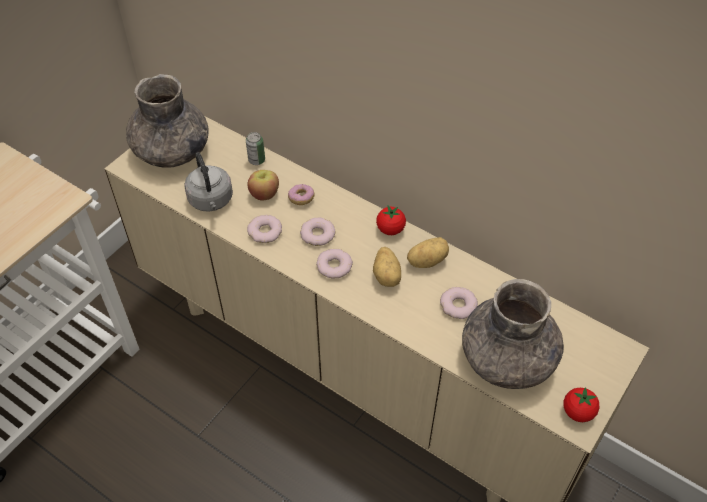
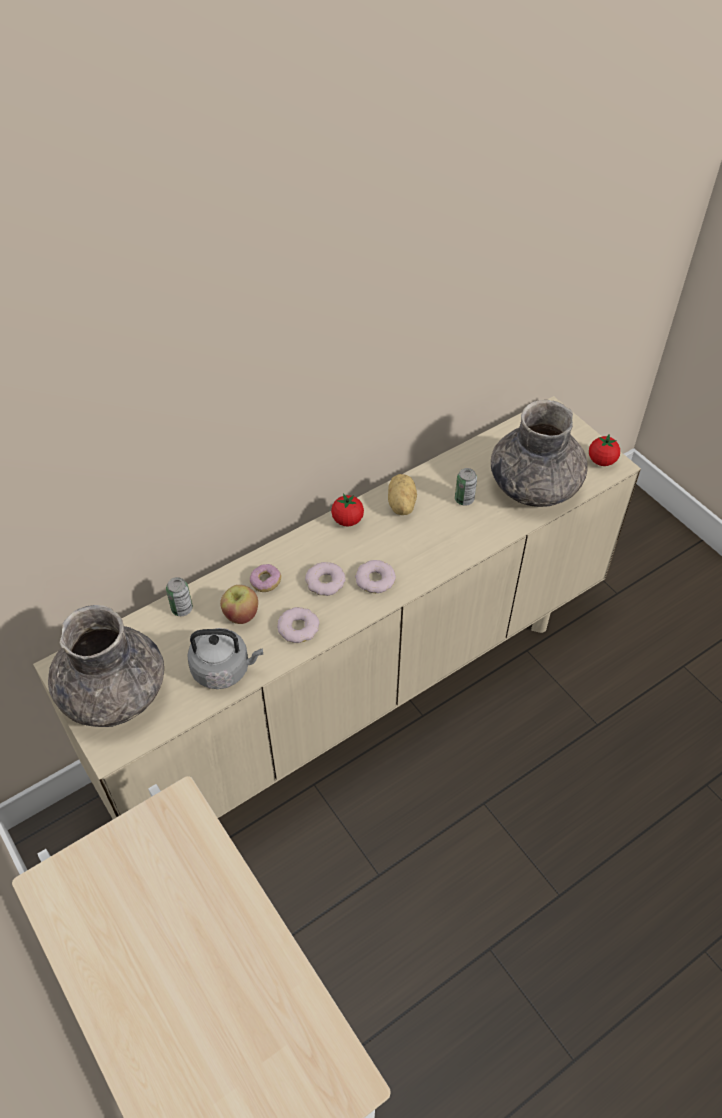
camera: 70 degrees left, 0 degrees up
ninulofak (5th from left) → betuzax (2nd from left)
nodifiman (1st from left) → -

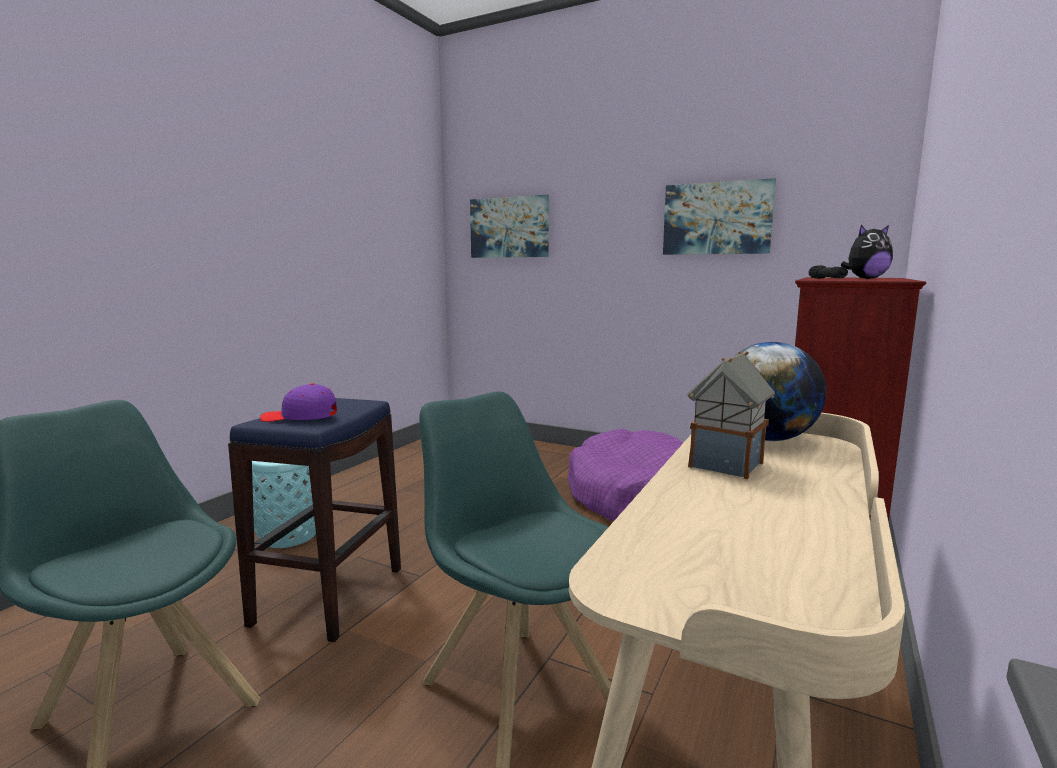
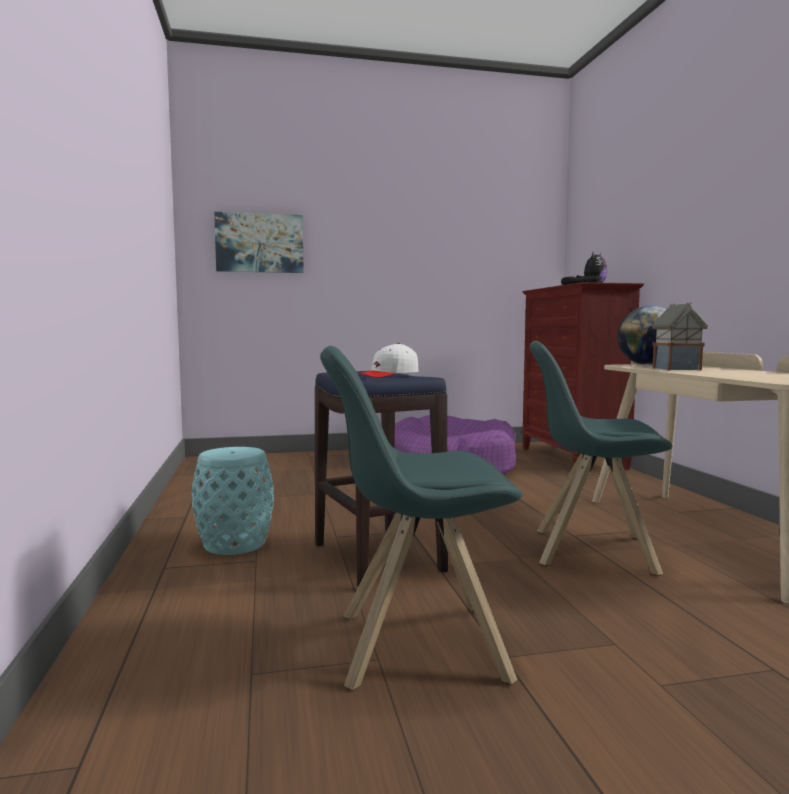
camera: 40 degrees left, 5 degrees down
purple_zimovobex → white_zimovobex
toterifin (2nd from left) → -

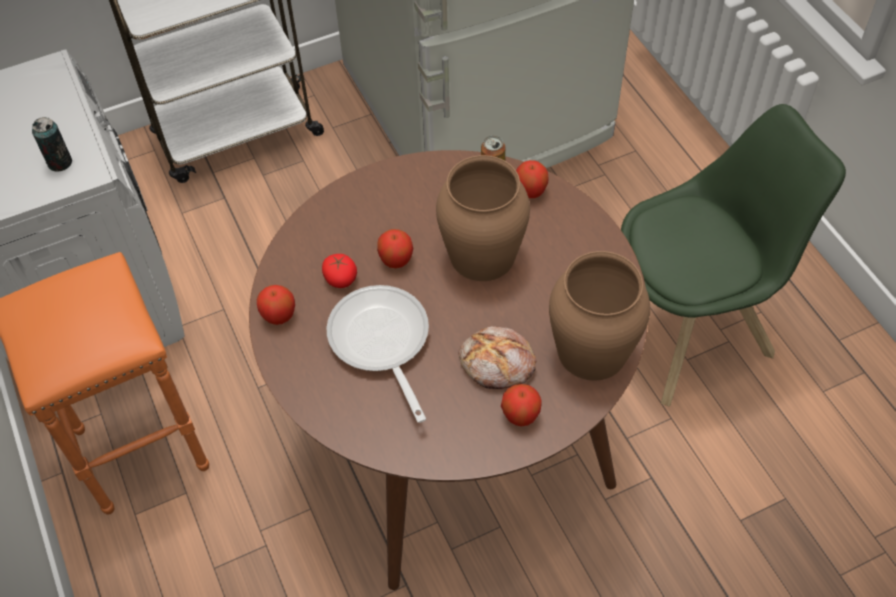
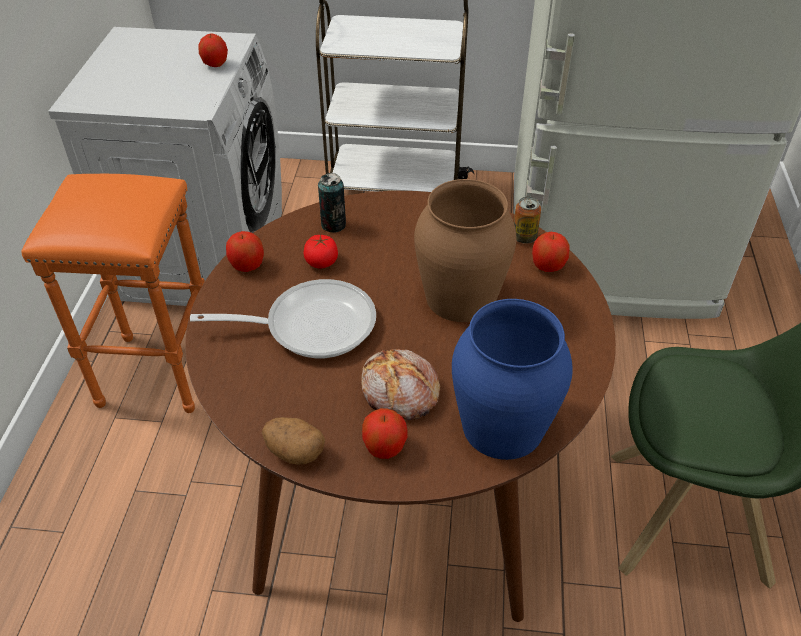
camera: 30 degrees right, 10 degrees down
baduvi, 75 degrees clockwise
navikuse (2nd from left in the first image) → navikuse (1st from left), move
- → nodifiman
betuzax (1st from left), move
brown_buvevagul (2nd from left) → blue_buvevagul

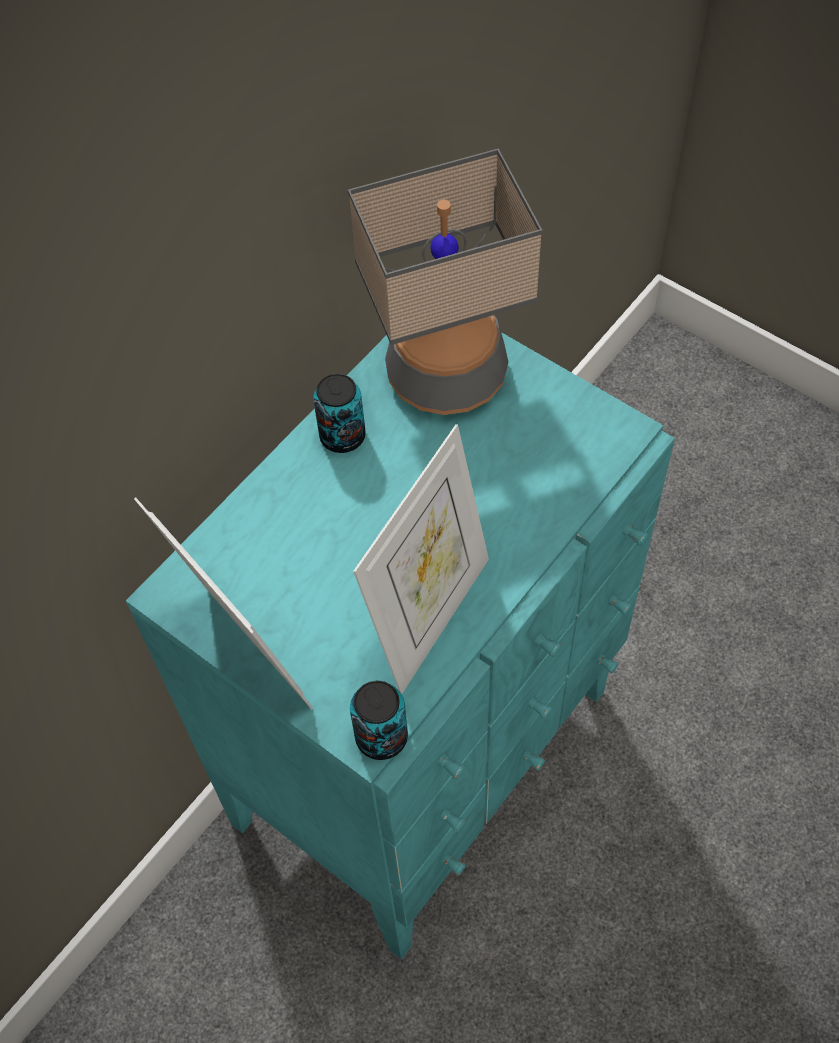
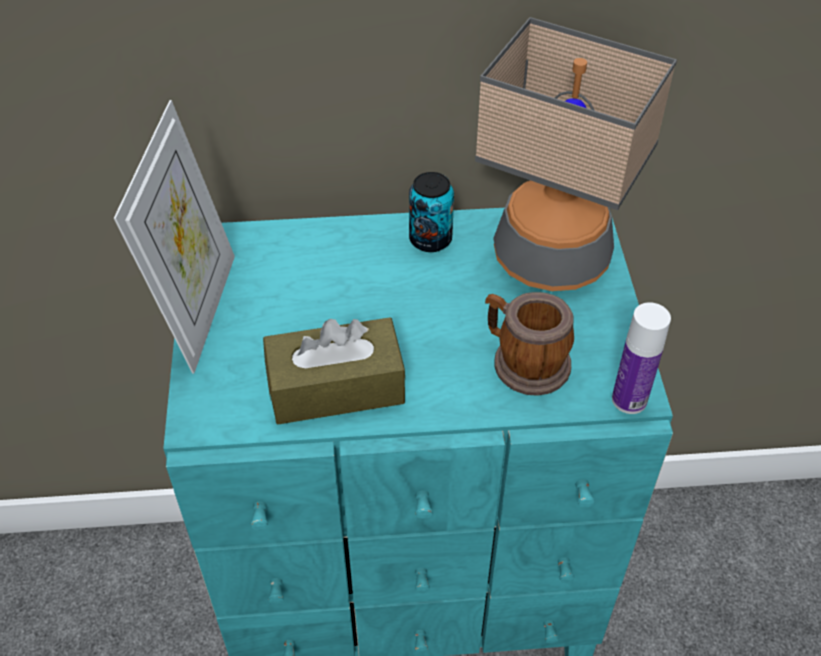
camera: 45 degrees right, 10 degrees down
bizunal (2nd from left) → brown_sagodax
- → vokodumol
- → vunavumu
betuzax (2nd from left) → -

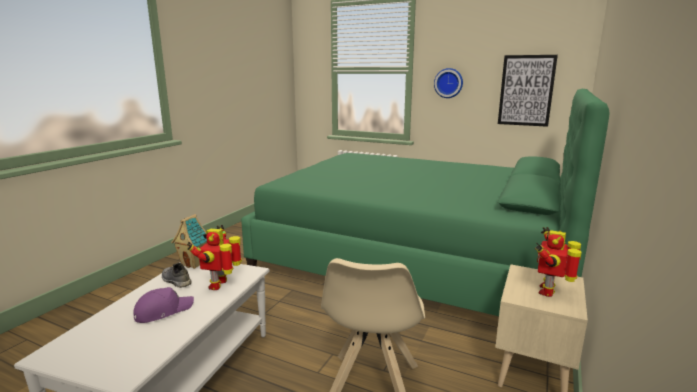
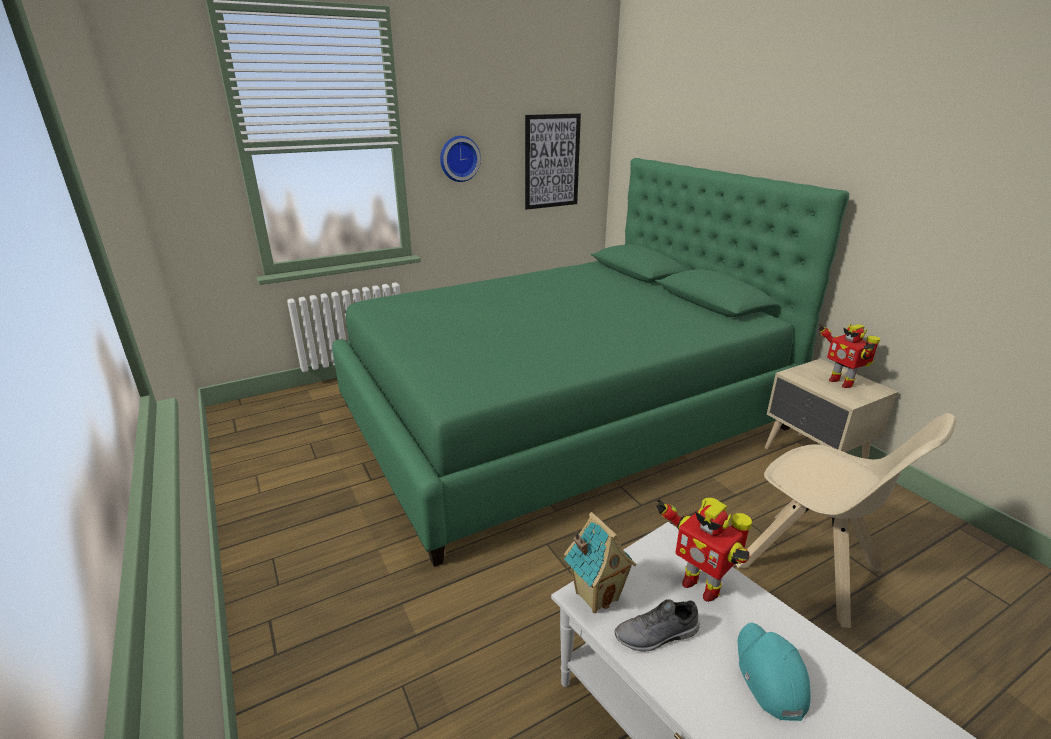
camera: 55 degrees left, 10 degrees up
purple_zimovobex → turquoise_zimovobex

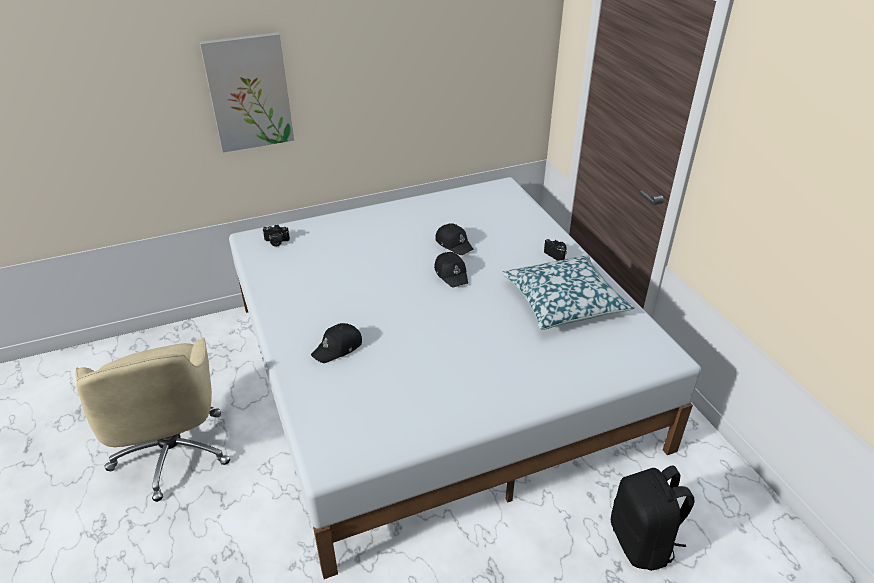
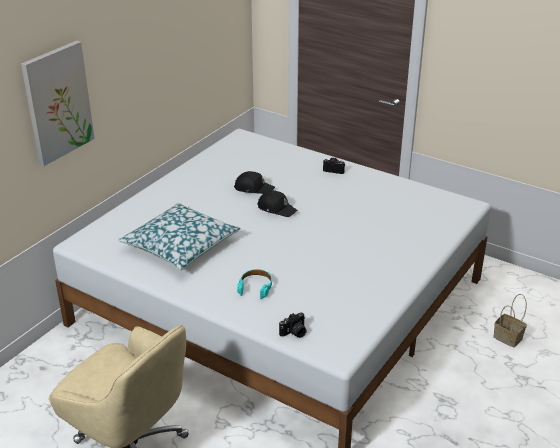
camera: 35 degrees left, 5 degrees down
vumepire, move
black_zimovobex (1st from left) → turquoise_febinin
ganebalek (1st from left), move
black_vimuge → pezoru

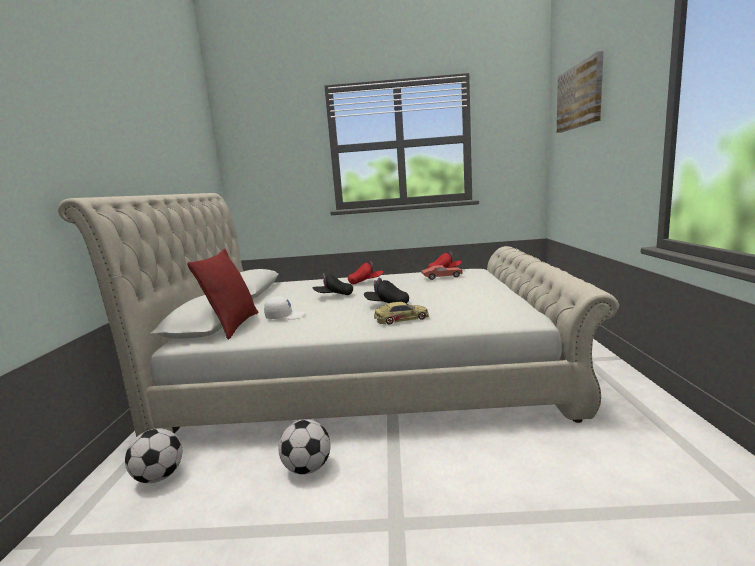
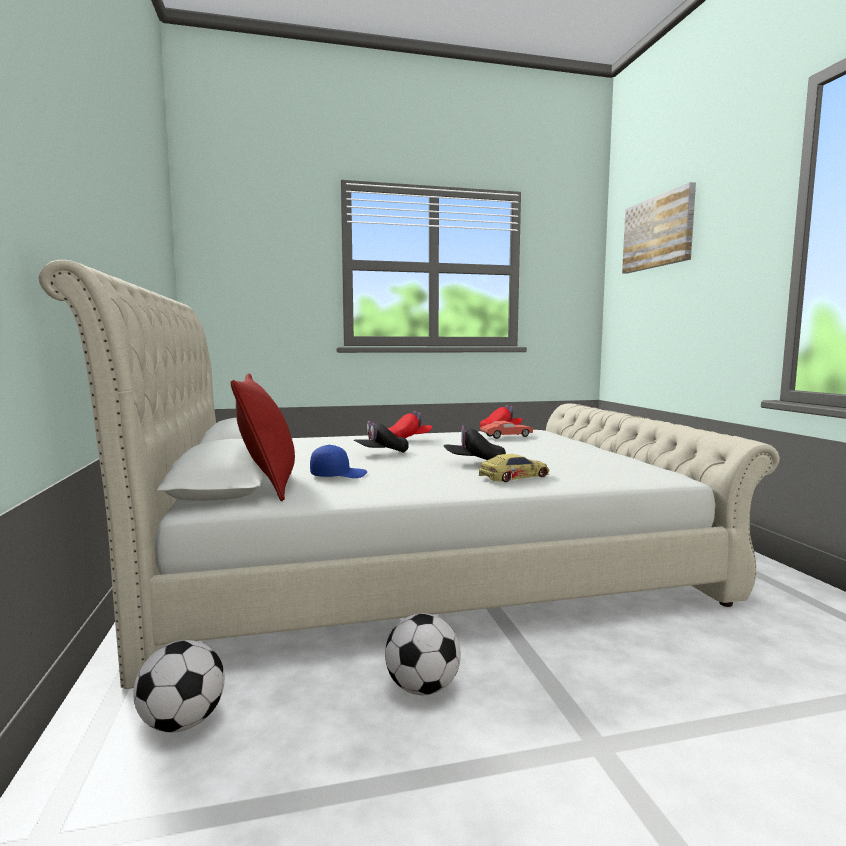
camera: 15 degrees left, 5 degrees down
white_zimovobex → blue_zimovobex

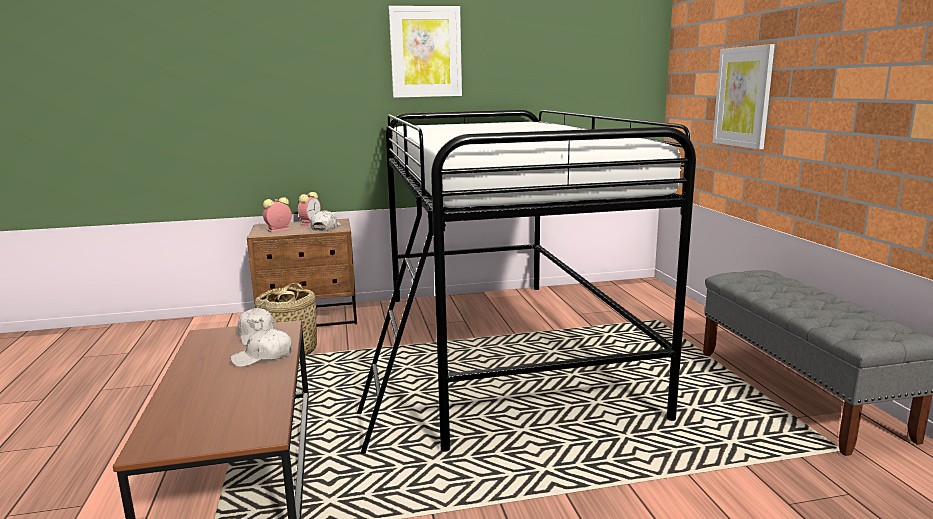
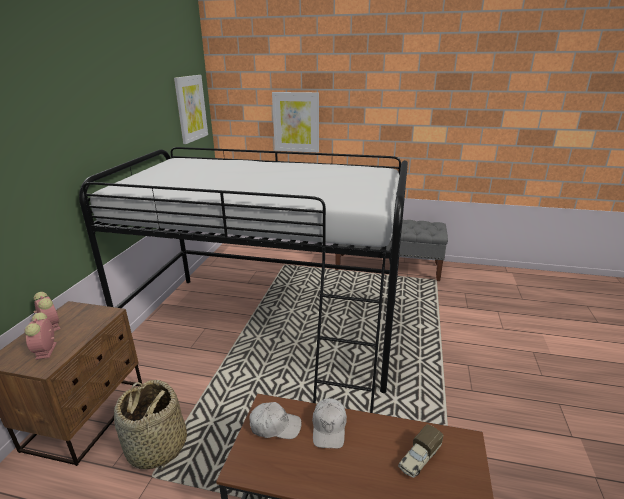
camera: 65 degrees left, 10 degrees up
toterifin (1st from left), move
- → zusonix
white_zimovobex (3rd from left) → -

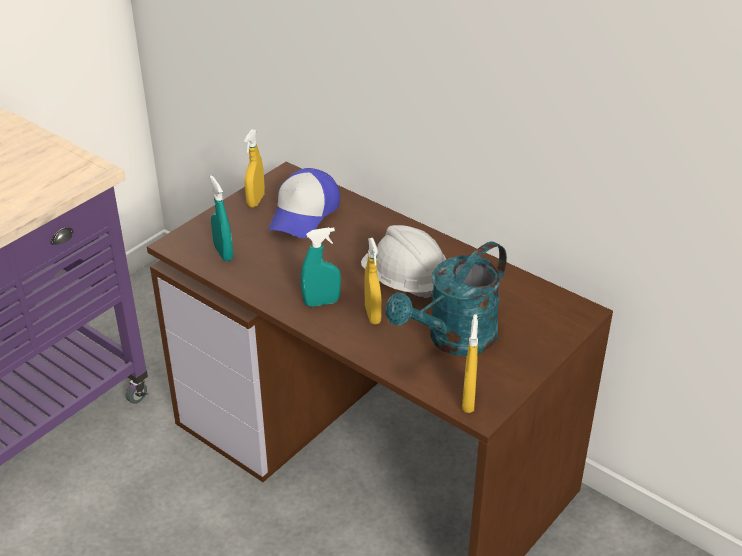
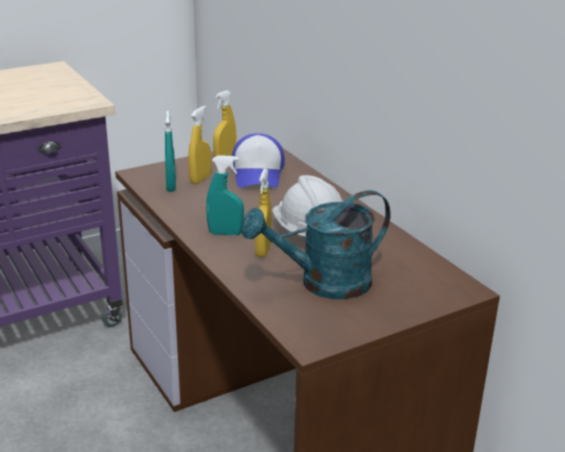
camera: 20 degrees right, 10 degrees down
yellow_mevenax (3rd from left in the first image) → yellow_mevenax (1st from left), move
zimovobex, 45 degrees counterclockwise

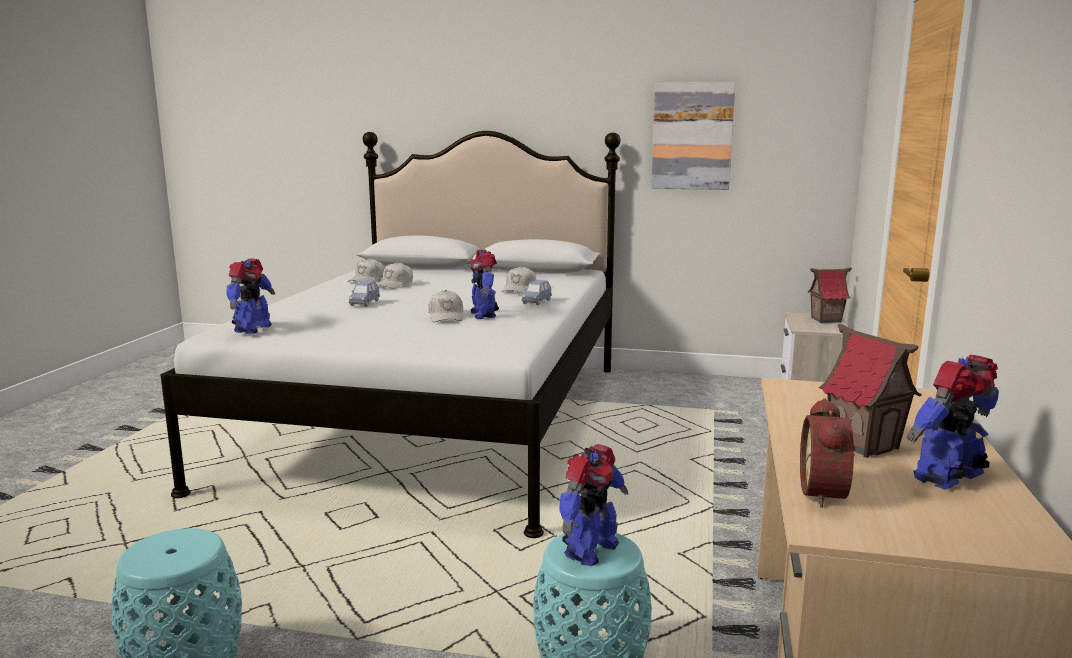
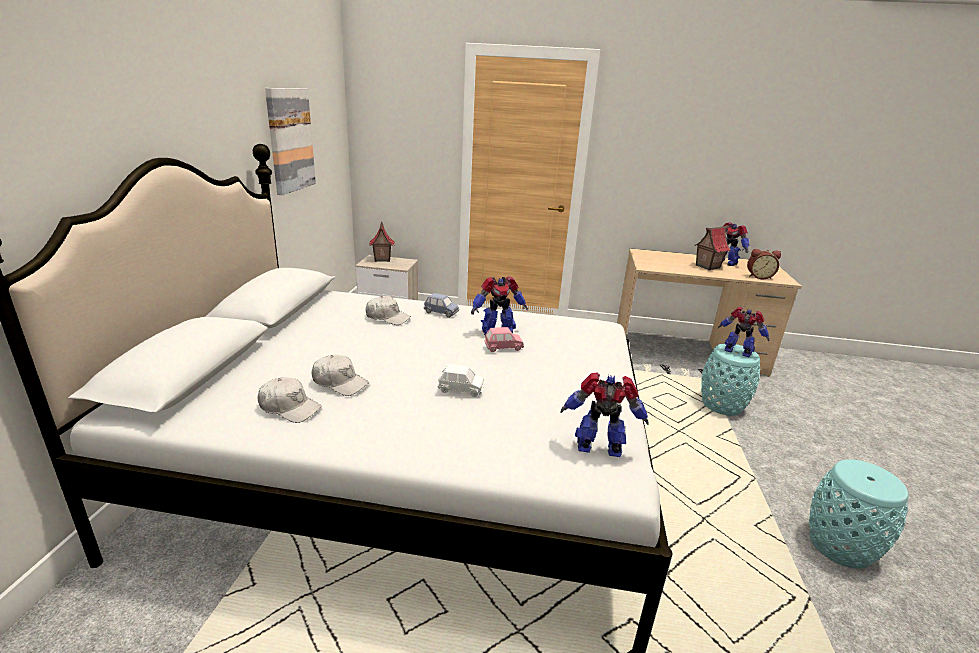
camera: 95 degrees left, 10 degrees up
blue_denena (1st from left) → white_denena
white_zimovobex (3rd from left) → pink_denena

